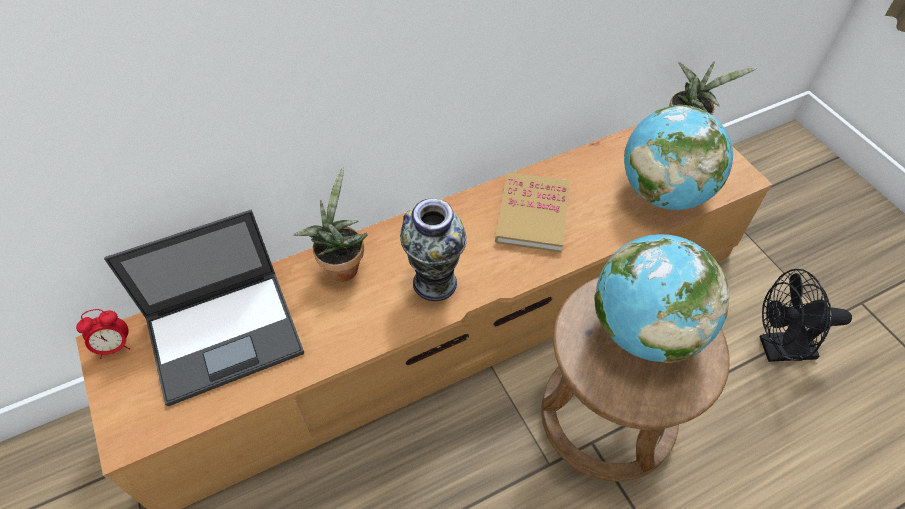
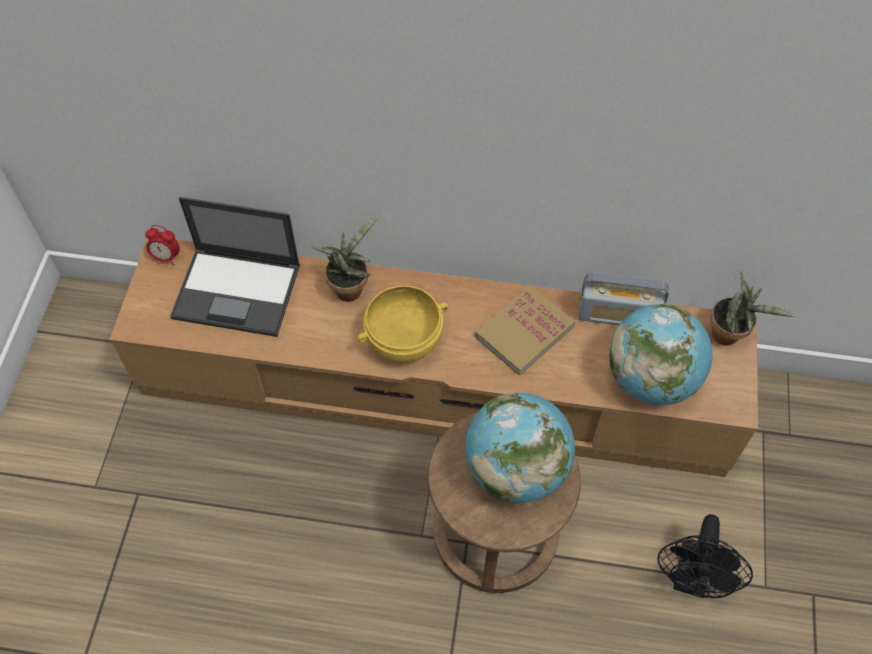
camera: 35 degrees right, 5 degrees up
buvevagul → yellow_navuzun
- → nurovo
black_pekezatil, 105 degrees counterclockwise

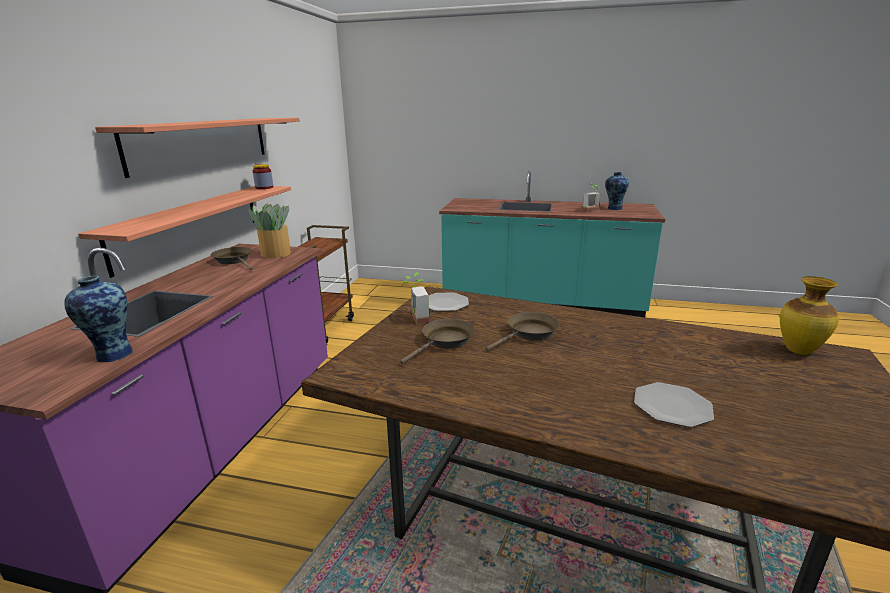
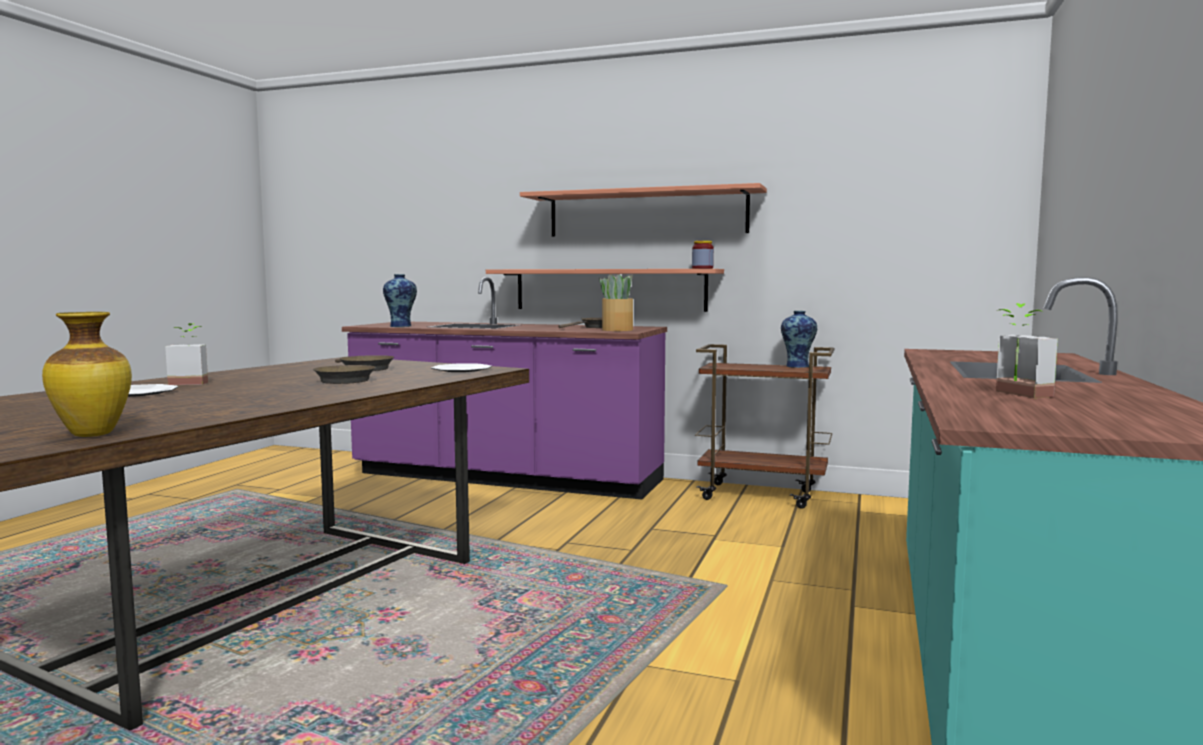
camera: 95 degrees right, 15 degrees down
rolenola (2nd from left in the first image) → rolenola (1st from left), move
buvevagul (2nd from left in the first image) → buvevagul (3rd from left), move

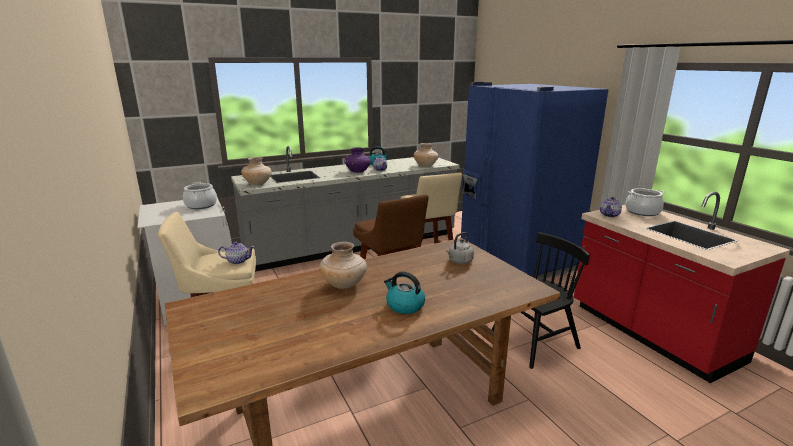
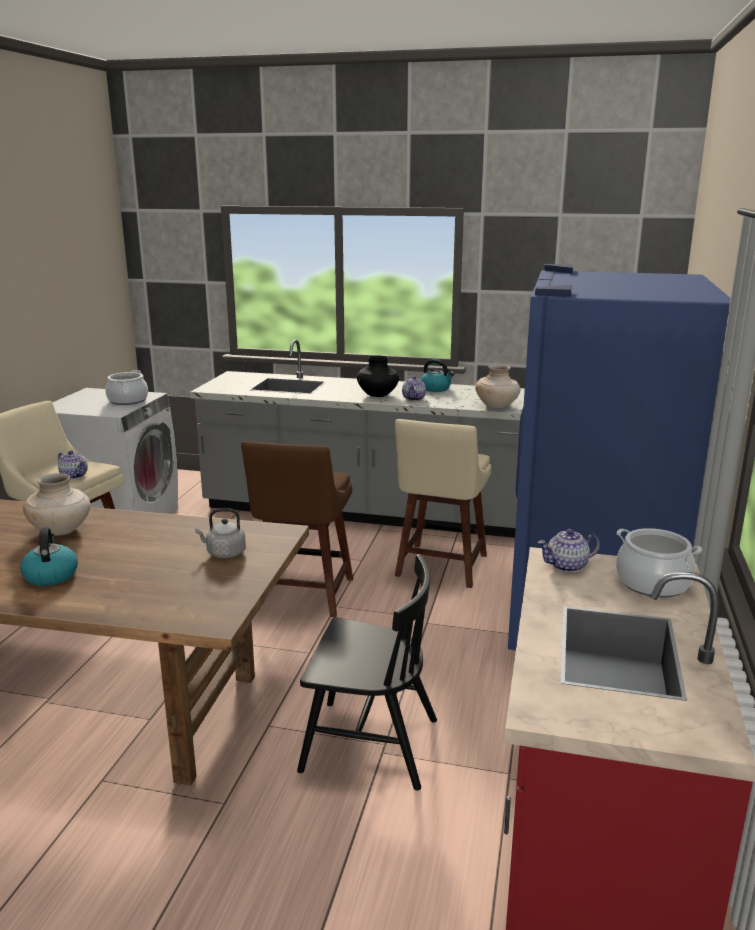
camera: 40 degrees right, 0 degrees up
purple_buvevagul → black_buvevagul
beige_buvevagul (1st from left) → -

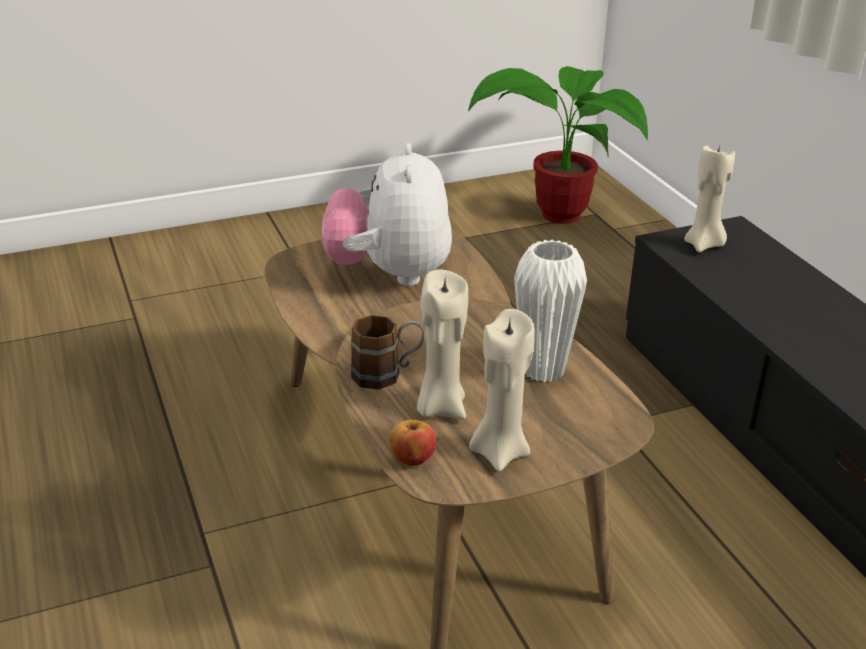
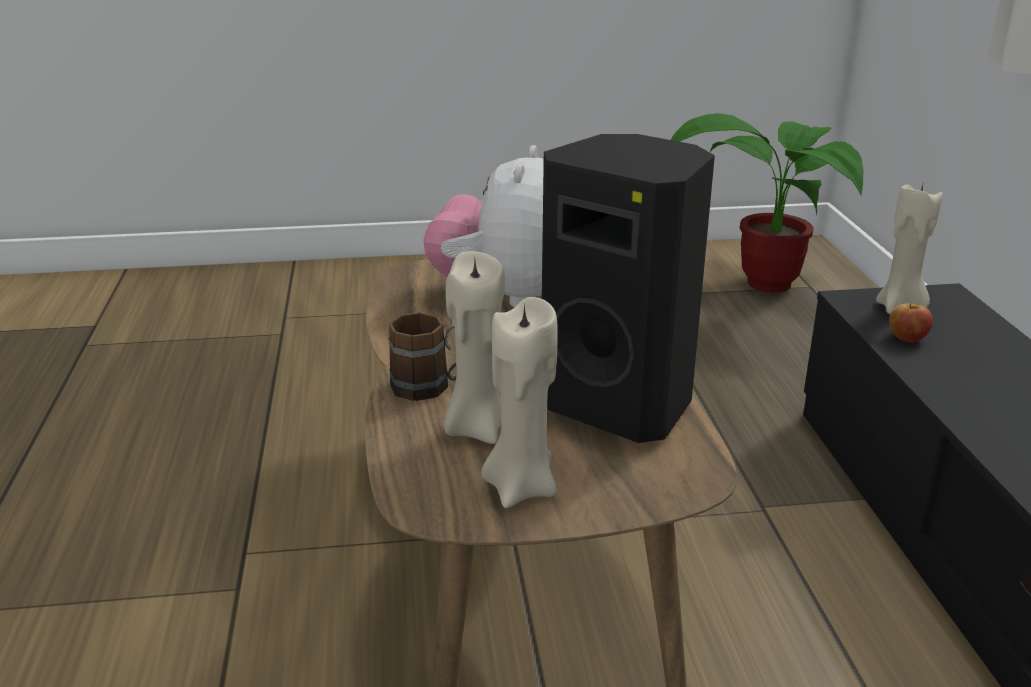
camera: 15 degrees right, 5 degrees down
white_buvevagul → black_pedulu
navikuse, move

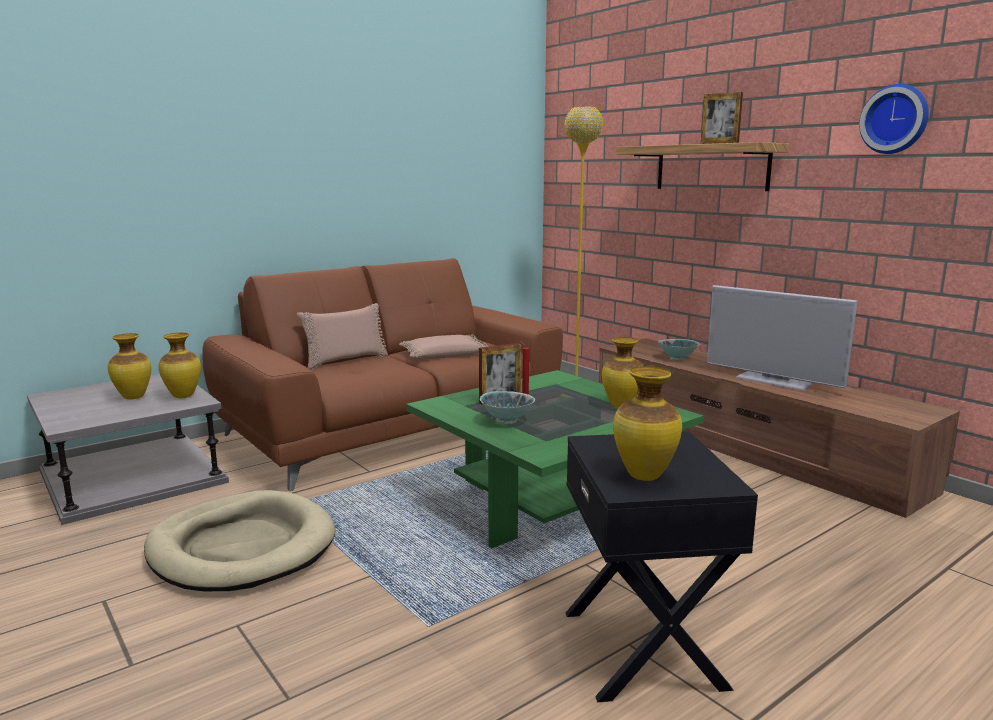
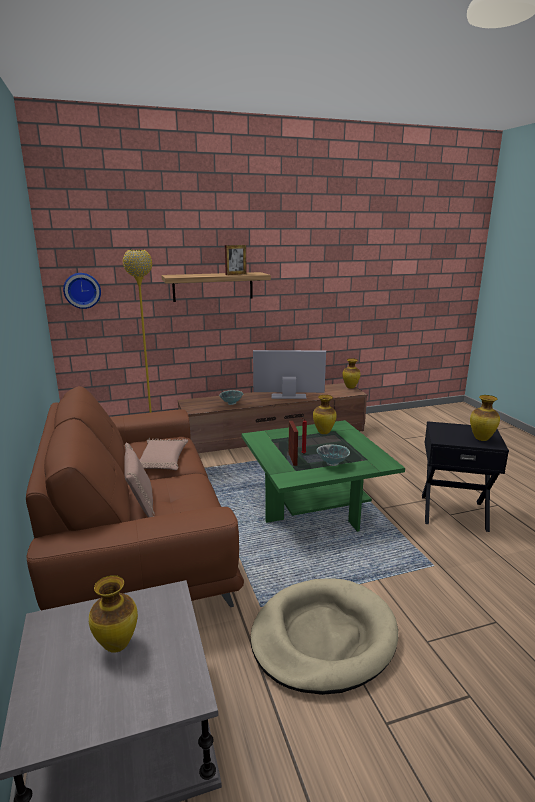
camera: 70 degrees left, 5 degrees up
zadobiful, move
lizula, 150 degrees counterclockwise
buvevagul (2nd from left in the first image) → buvevagul (3rd from left), move

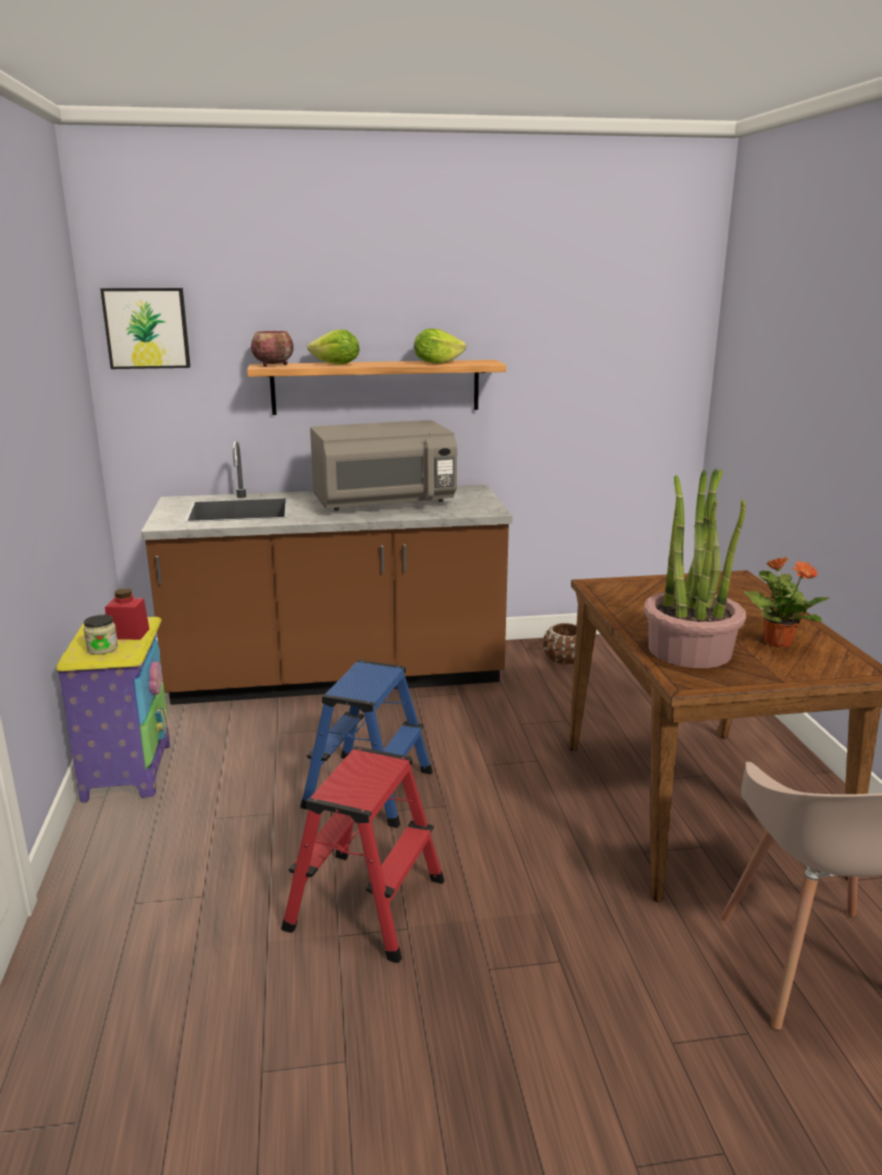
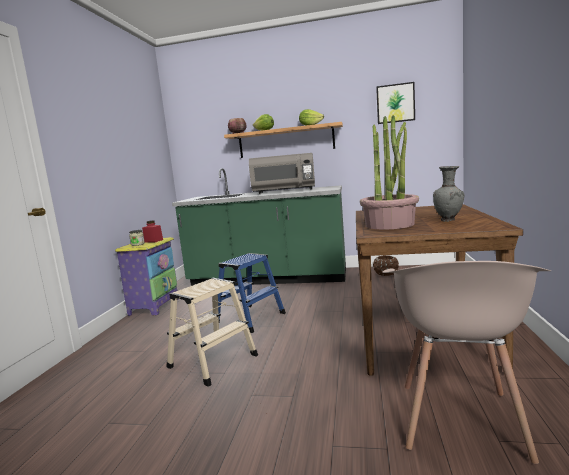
camera: 20 degrees right, 10 degrees down
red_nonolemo → beige_nonolemo
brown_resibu → green_resibu
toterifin, move
rolenola (2nd from left) → grey_buvevagul

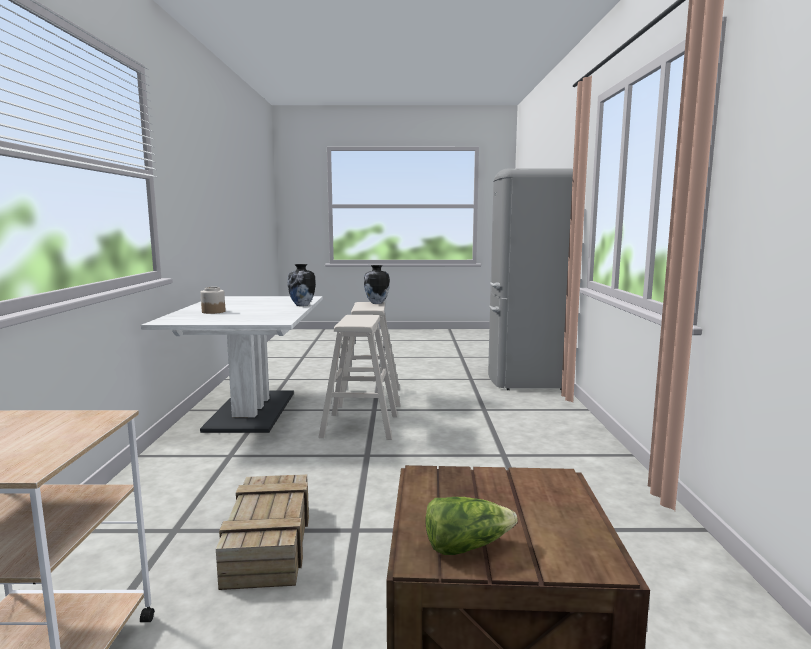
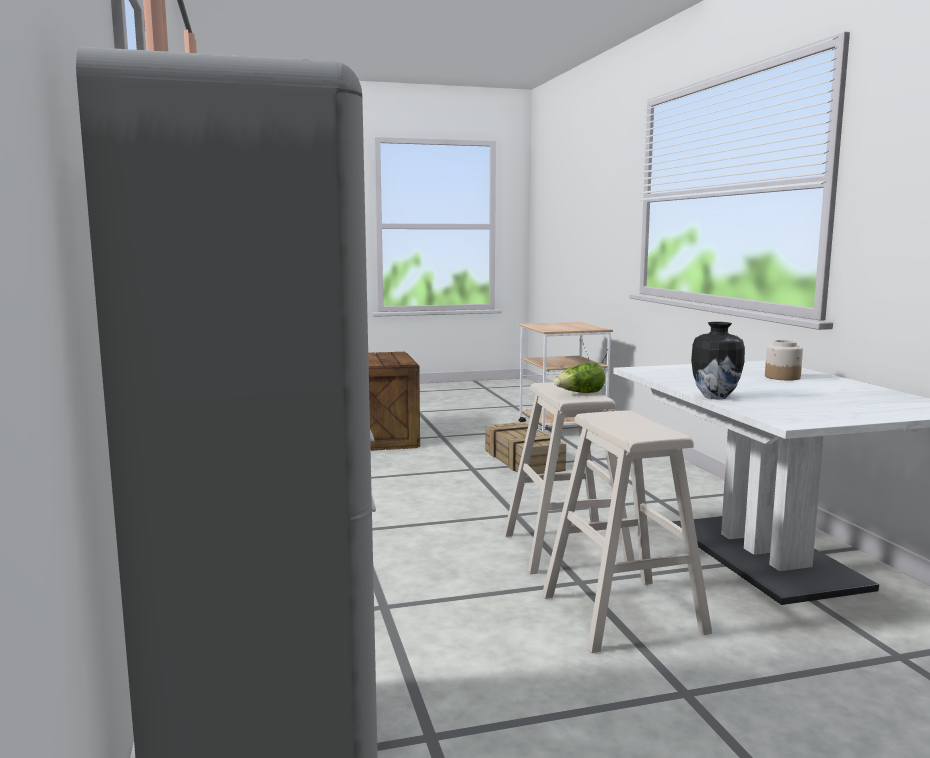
camera: 165 degrees right, 0 degrees up
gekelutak, move
buvevagul (2nd from left) → -

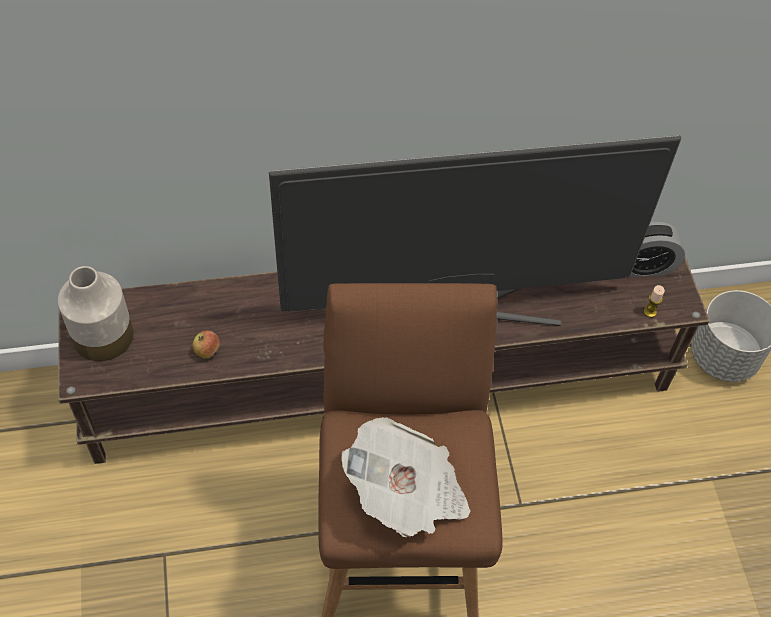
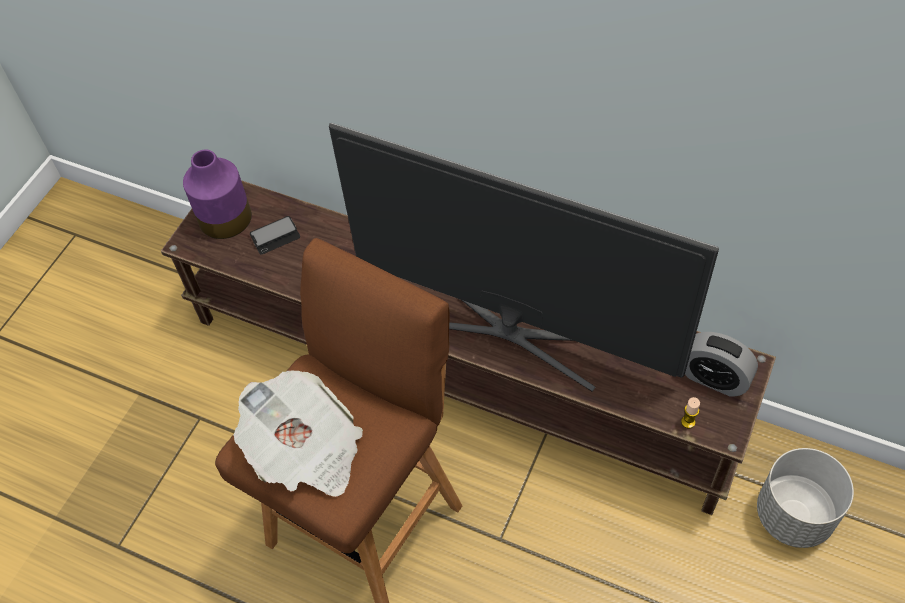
camera: 40 degrees right, 0 degrees up
beige_buvevagul → purple_buvevagul
- → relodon
navikuse → -

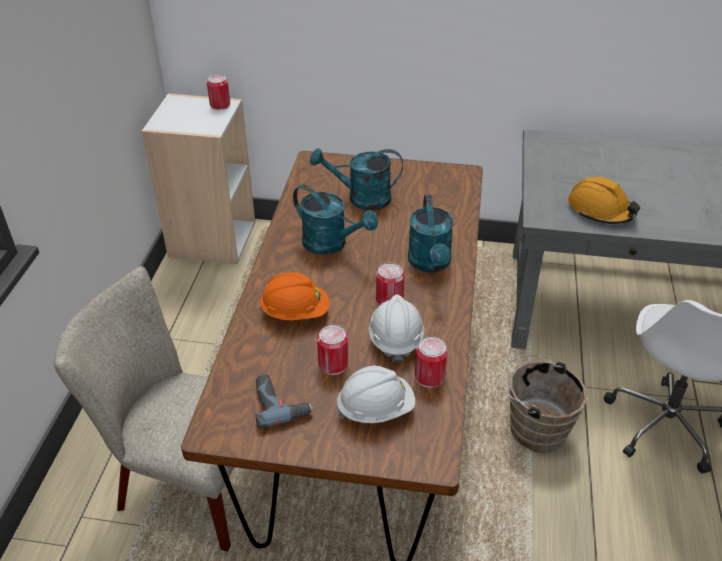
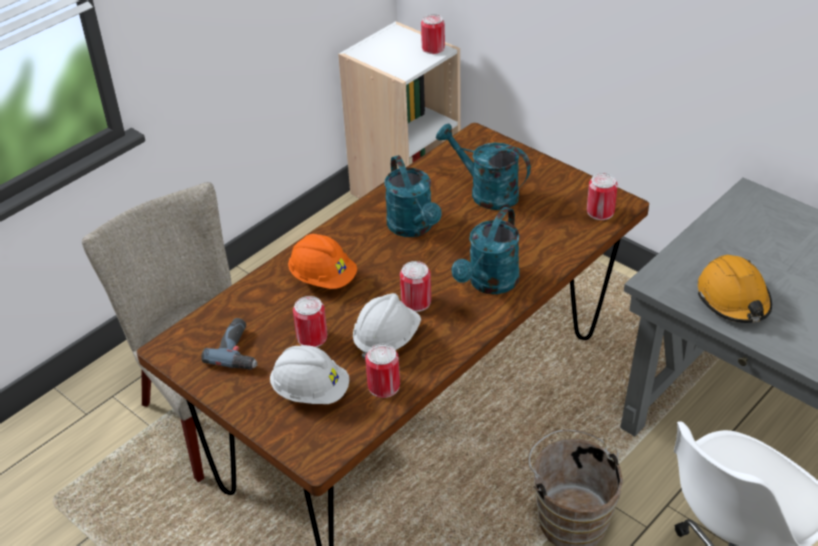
camera: 35 degrees right, 0 degrees up
- → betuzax (5th from left)

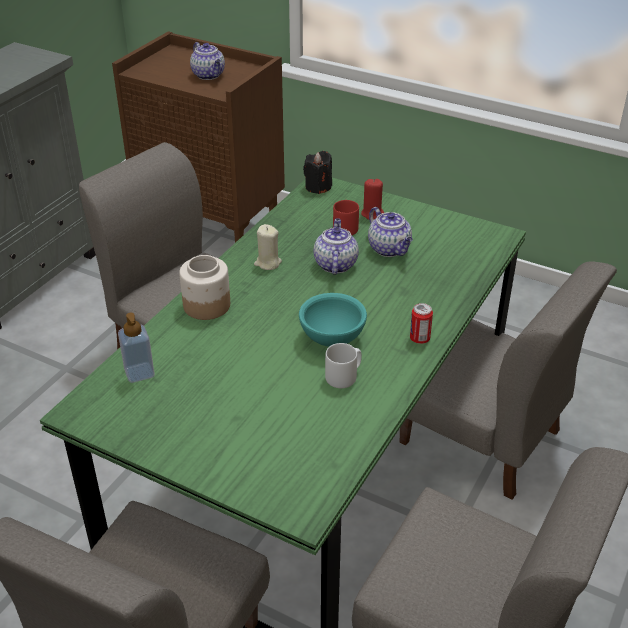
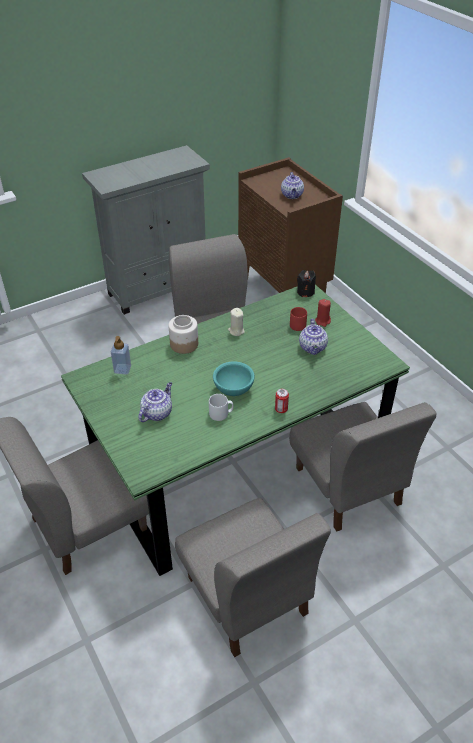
camera: 30 degrees right, 5 degrees up
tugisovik (2nd from left in the first image) → tugisovik (1st from left), move

